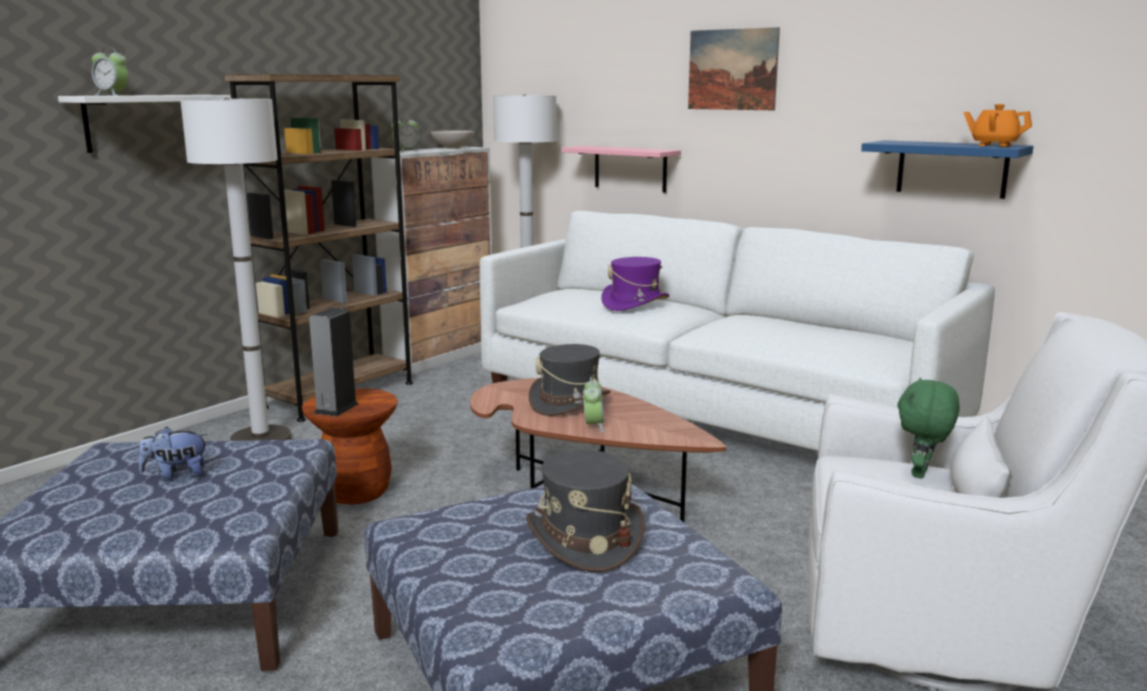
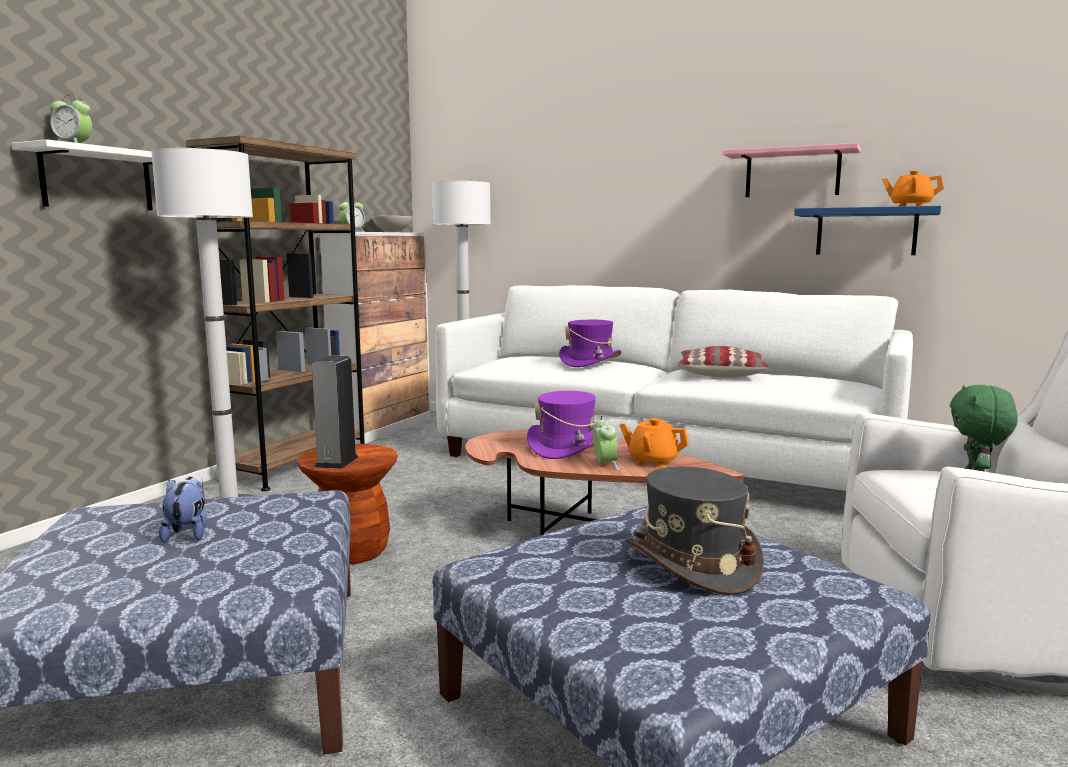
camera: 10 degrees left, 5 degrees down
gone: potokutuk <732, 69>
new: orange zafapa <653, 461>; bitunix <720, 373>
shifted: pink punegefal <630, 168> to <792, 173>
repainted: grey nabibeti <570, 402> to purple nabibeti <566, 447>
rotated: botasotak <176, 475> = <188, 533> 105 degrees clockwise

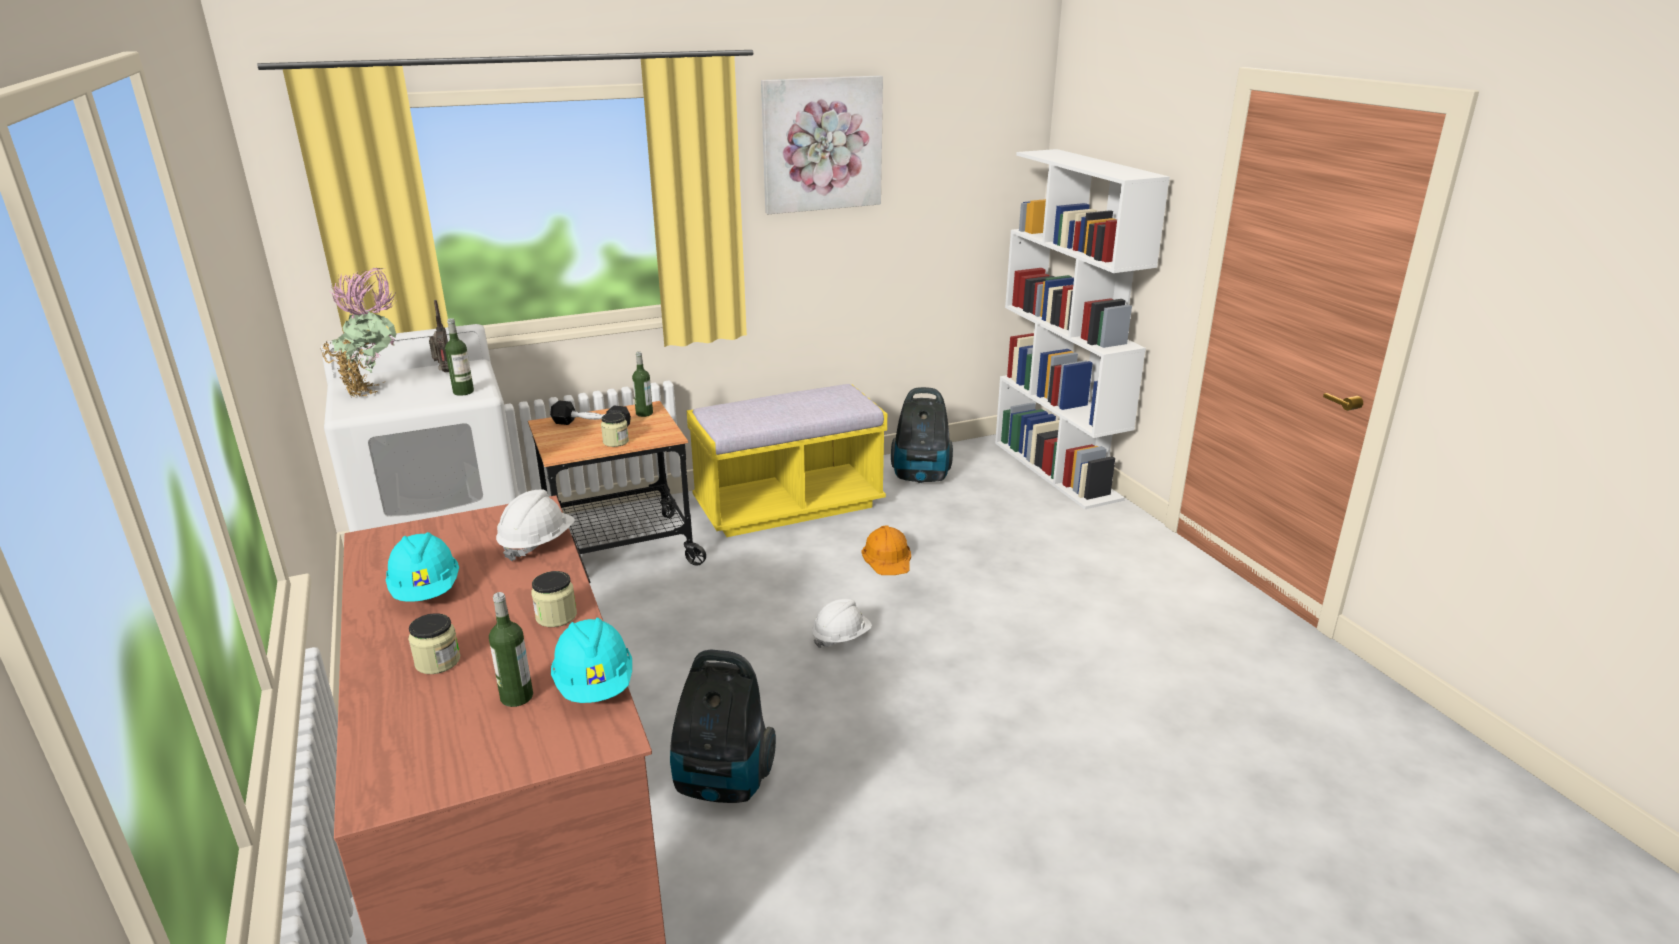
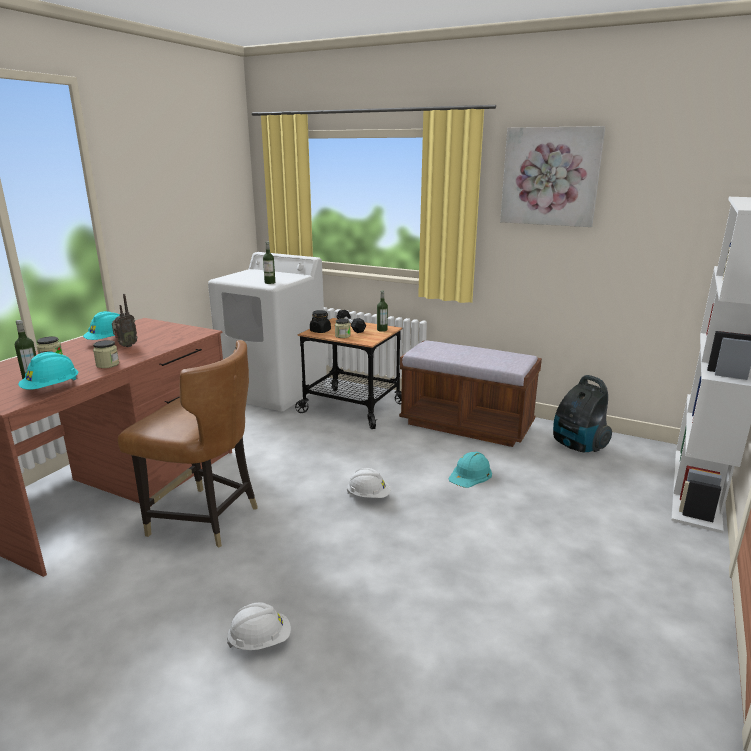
camera: 50 degrees right, 5 degrees down
gone: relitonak <374, 390>
new: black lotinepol <320, 331>
shifted: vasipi <444, 372> to <126, 346>; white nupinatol <537, 543> to <260, 640>
swapped: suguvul <722, 783> to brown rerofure <204, 519>
repainted: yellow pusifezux <788, 506> to brown pusifezux <466, 425>; orange nupinatol <888, 557> to turquoise nupinatol <470, 474>

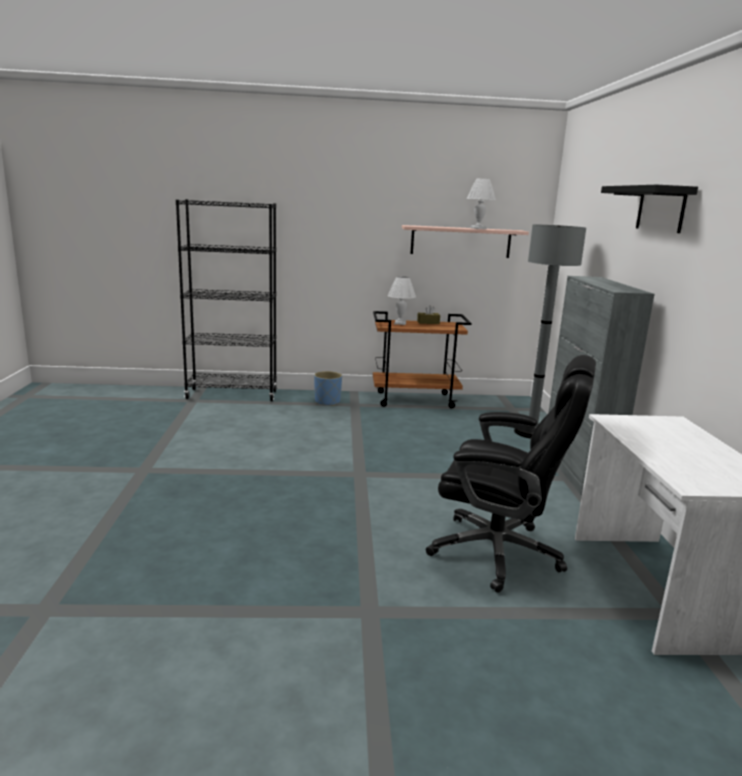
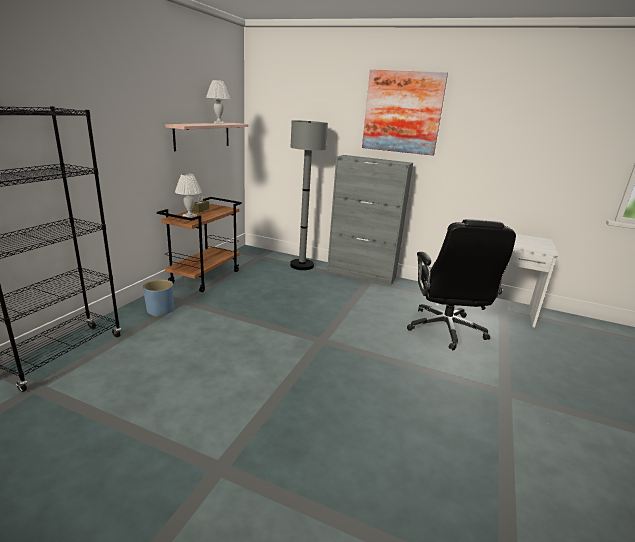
camera: 65 degrees left, 5 degrees up
swapped: black punegefal <661, 209> to potokutuk <402, 112>
rotated: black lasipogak <499, 552> = <446, 329> 135 degrees clockwise

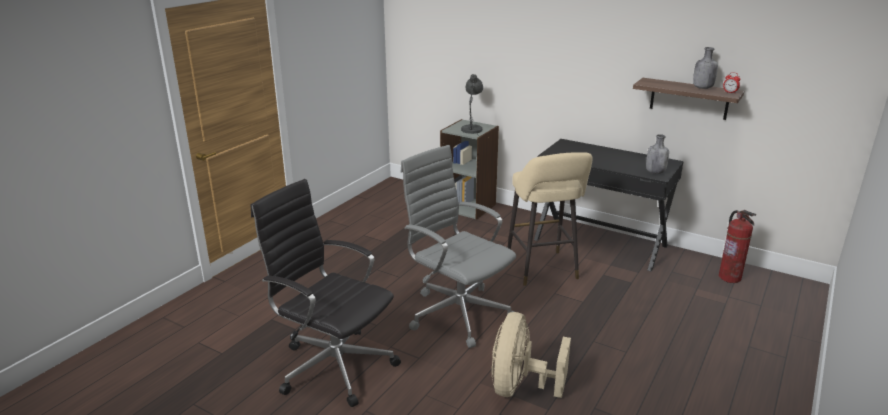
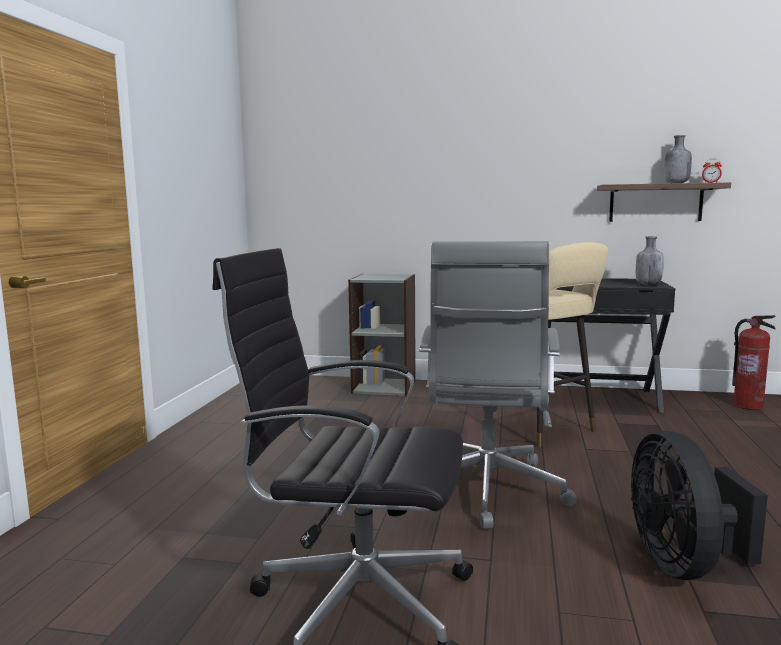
camera: 20 degrees left, 15 degrees down
gone: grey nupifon <472, 129>
repainted: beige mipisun <520, 387> to black mipisun <683, 564>
rotated: grey lasipogak <457, 313> = <486, 491> 105 degrees counterclockwise

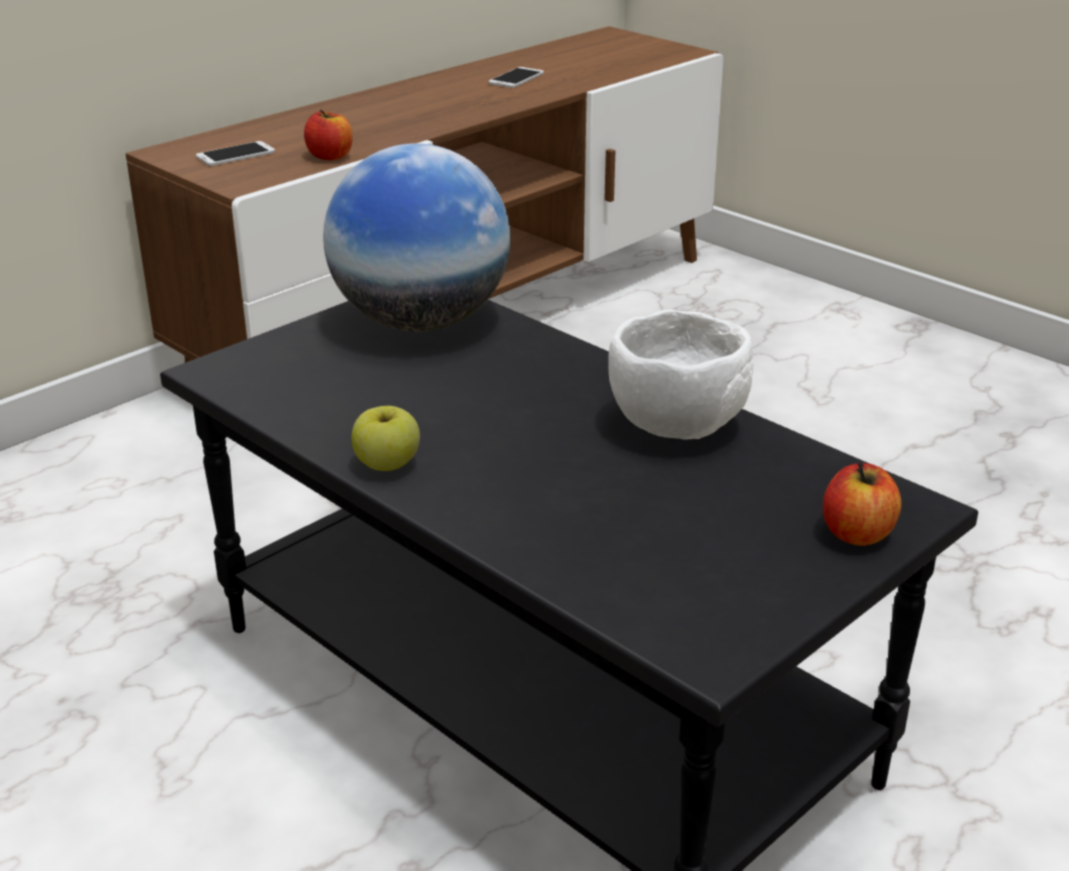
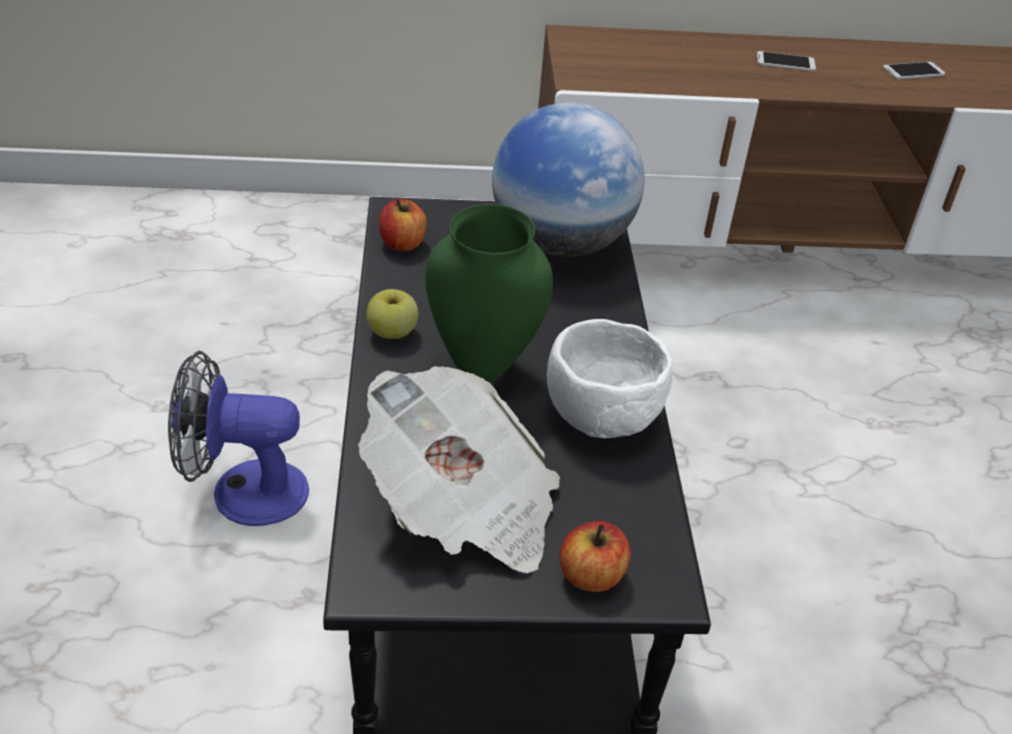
camera: 40 degrees right, 10 degrees up
new: mipisun <243, 491>; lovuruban <463, 506>; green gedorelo <481, 371>
shifted: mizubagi <330, 156> to <402, 243>; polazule <236, 155> to <785, 62>

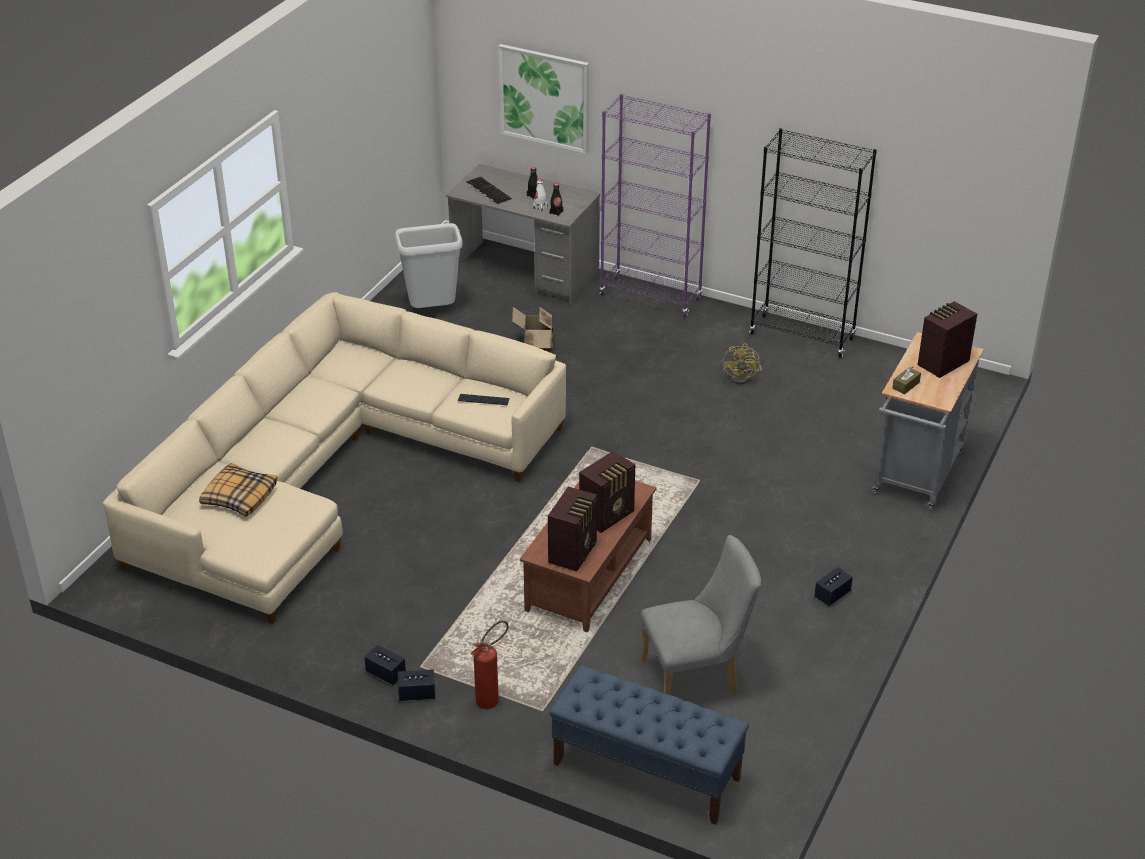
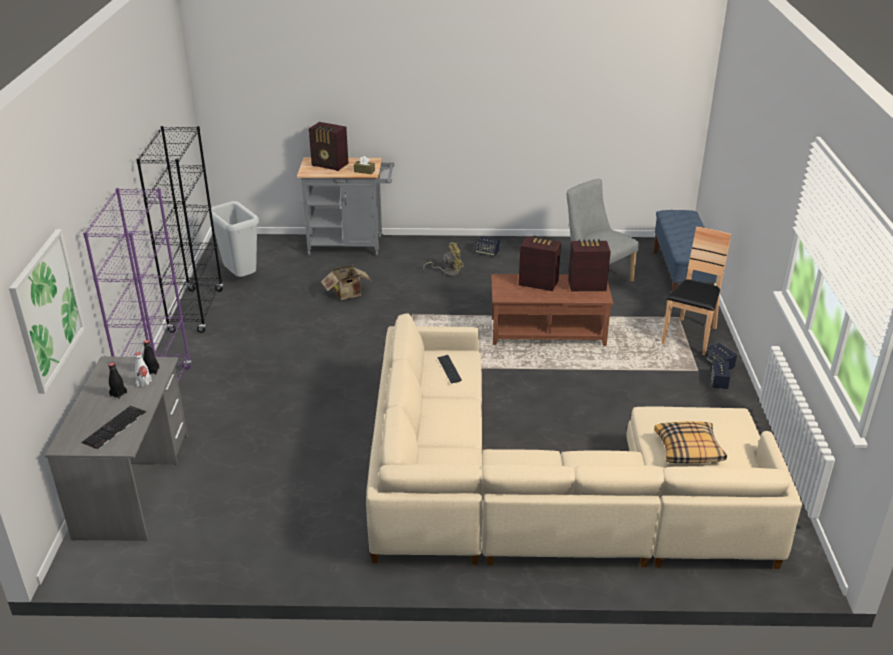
camera: 115 degrees left, 5 degrees down
shifted: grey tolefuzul <433, 311> to <240, 278>; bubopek <535, 346> to <348, 295>; yellow mipisun <743, 377> to <447, 272>
swapped: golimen <492, 698> to brown rerofure <690, 336>

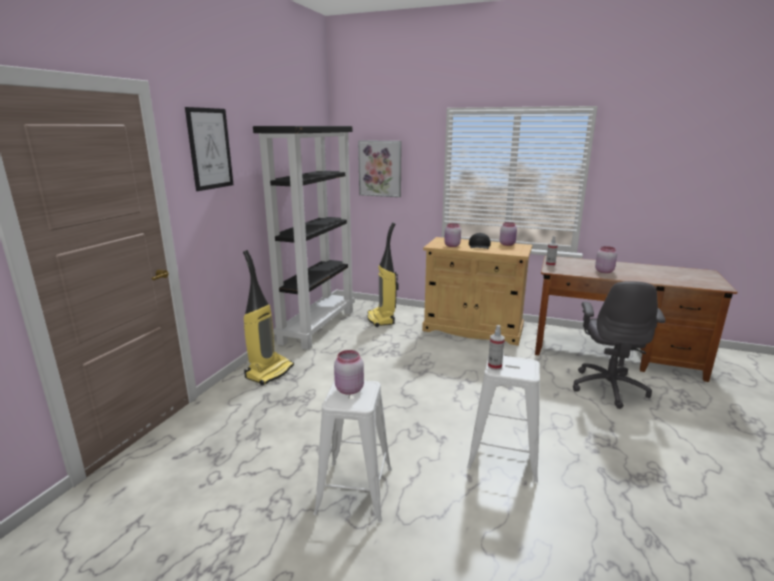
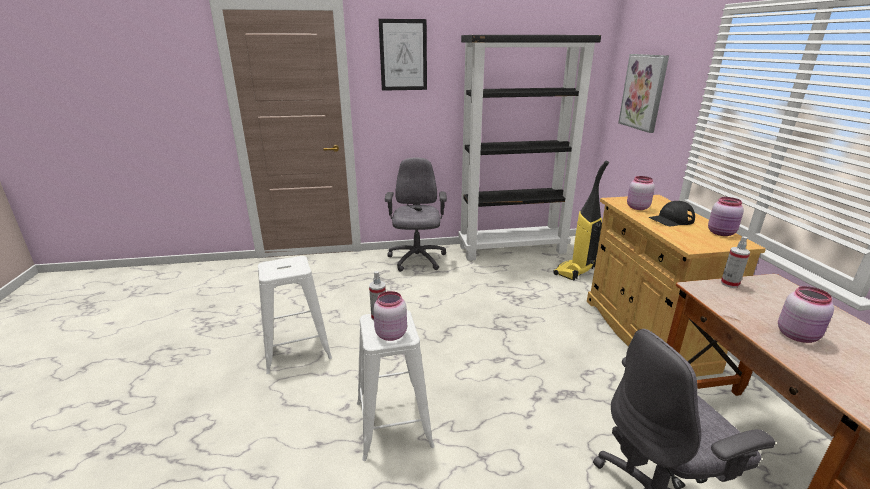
camera: 60 degrees right, 5 degrees up
shifted: pink lotinepol <348, 389> to <390, 334>
swapped: suguvul <269, 372> to grey lasipogak <417, 260>

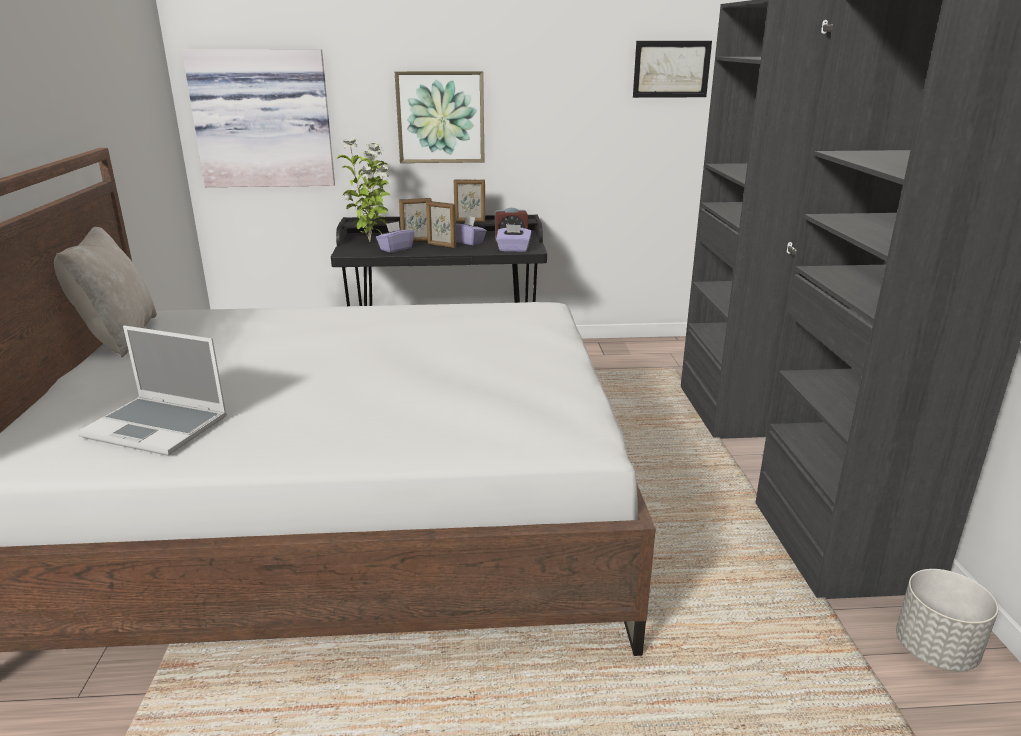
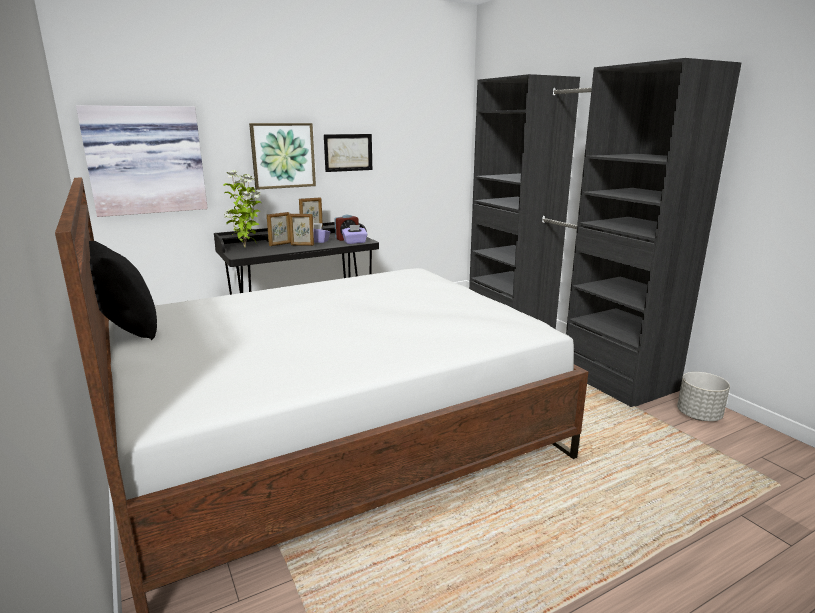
camera: 25 degrees left, 5 degrees down
gone: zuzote <158, 427>; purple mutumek <395, 249>
shifted: potokutuk <671, 69> to <348, 152>
repainted: beige bitunix <119, 337> to black bitunix <126, 329>

